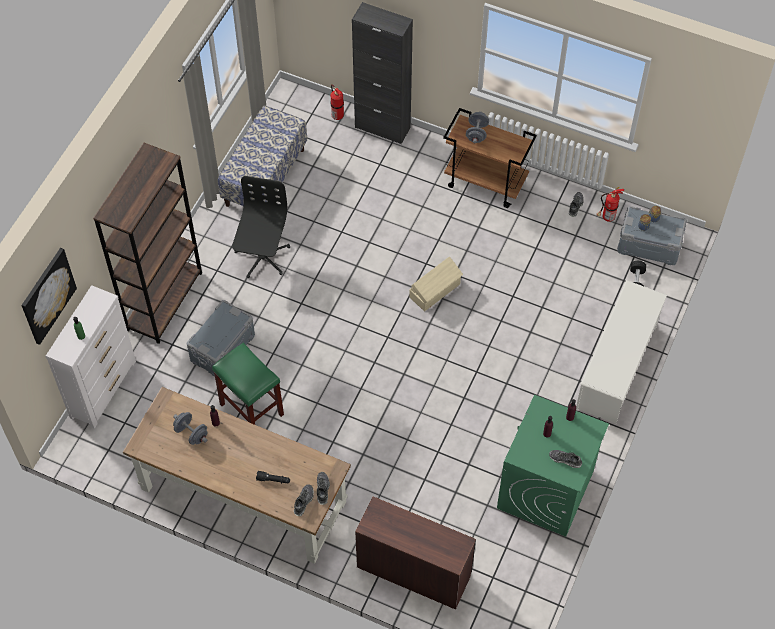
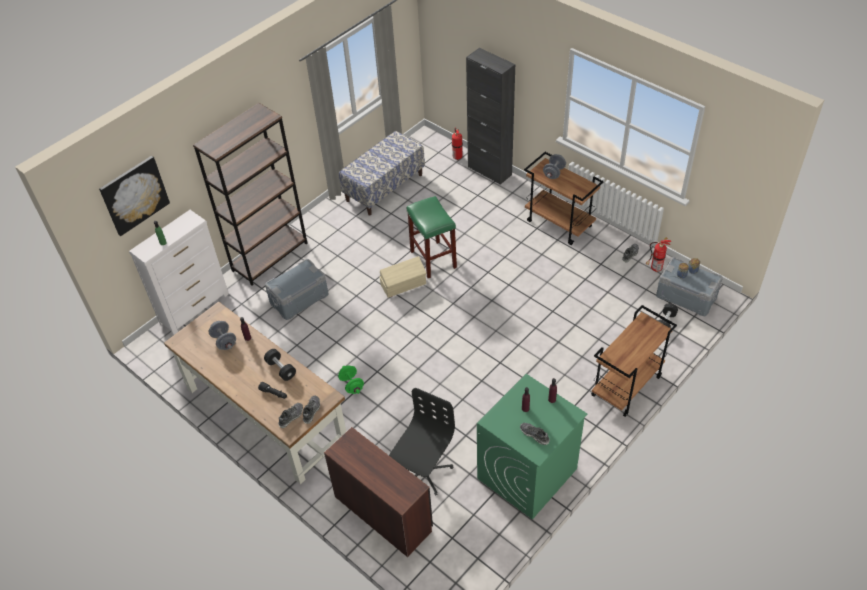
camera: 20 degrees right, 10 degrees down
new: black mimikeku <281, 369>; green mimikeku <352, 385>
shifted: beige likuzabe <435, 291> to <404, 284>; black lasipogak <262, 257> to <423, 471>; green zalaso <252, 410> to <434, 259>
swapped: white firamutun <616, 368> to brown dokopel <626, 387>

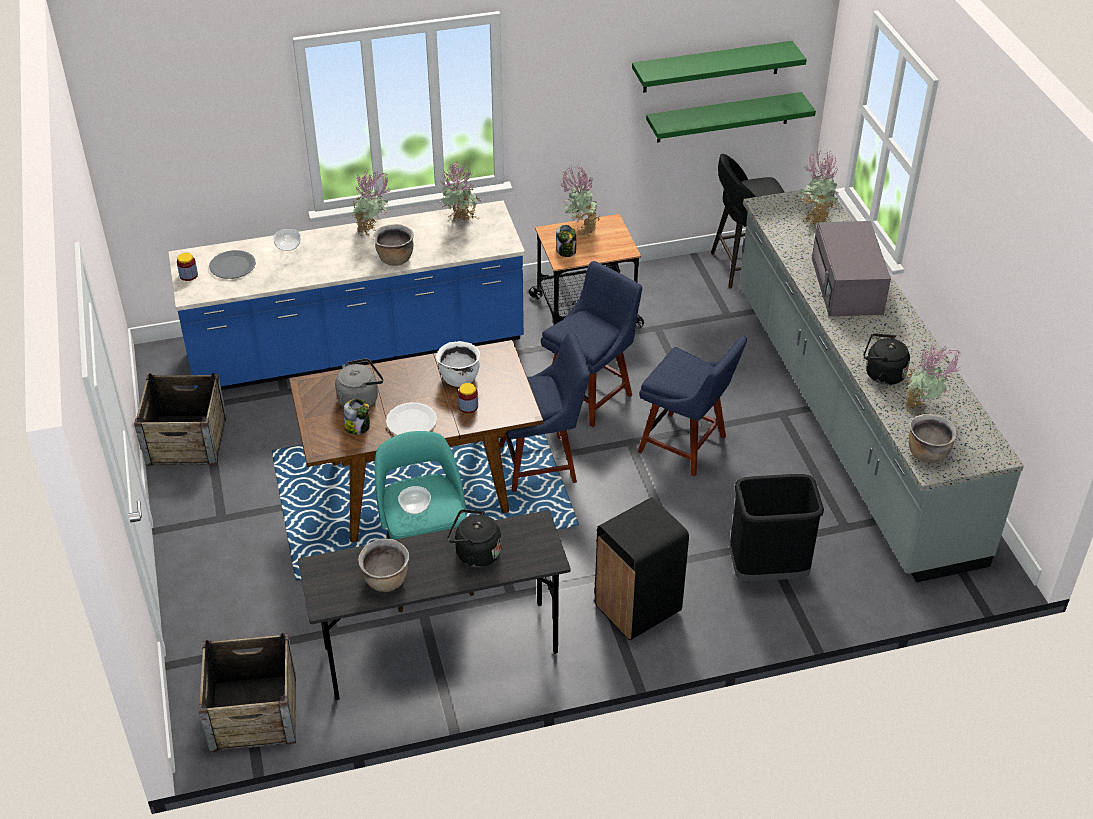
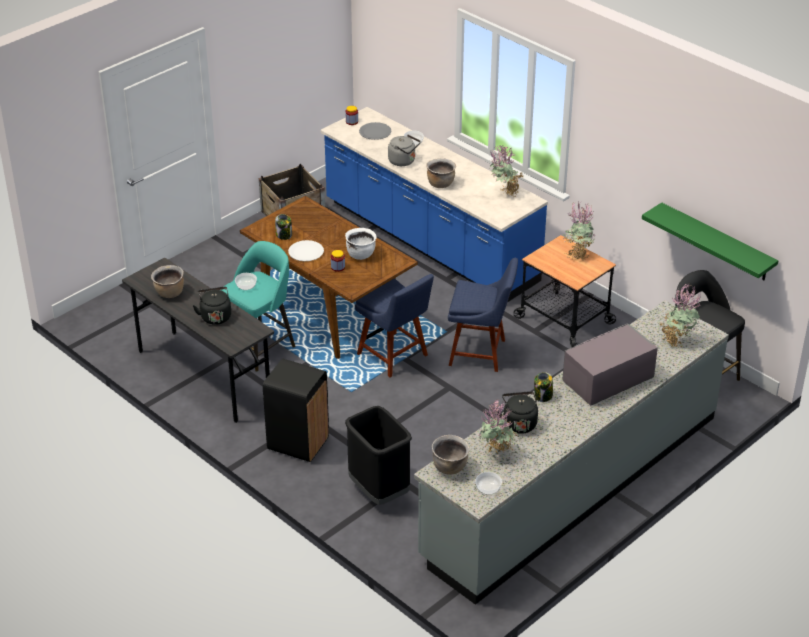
camera: 60 degrees right, 5 degrees down
gone: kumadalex <253, 712>; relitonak <373, 232>; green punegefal <711, 67>; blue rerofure <686, 446>
new: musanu <488, 488>
shifted: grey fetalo <360, 399> to <403, 161>; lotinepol <566, 251> to <543, 396>

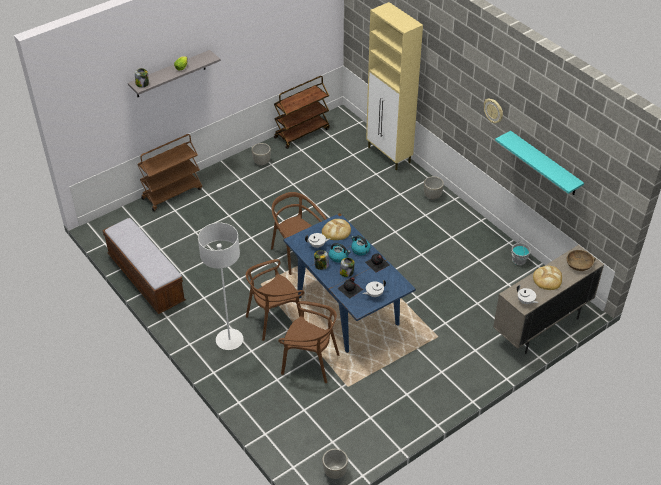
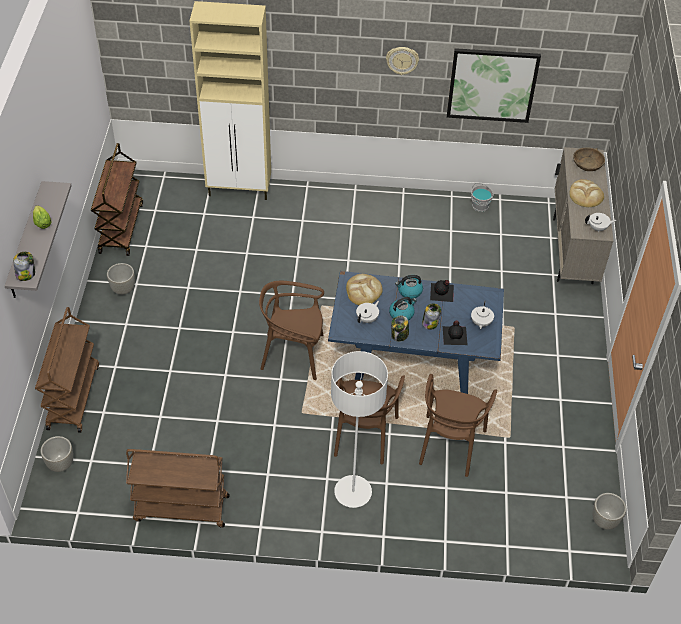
camera: 50 degrees left, 5 degrees up
shifted: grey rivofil <432, 196> to <60, 464>
swapped: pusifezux <146, 279> to brown dokopel <181, 508>; turquoise punegefal <544, 164> to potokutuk <492, 85>
rotated: brown rerofure <310, 362> = <450, 445> 135 degrees clockwise

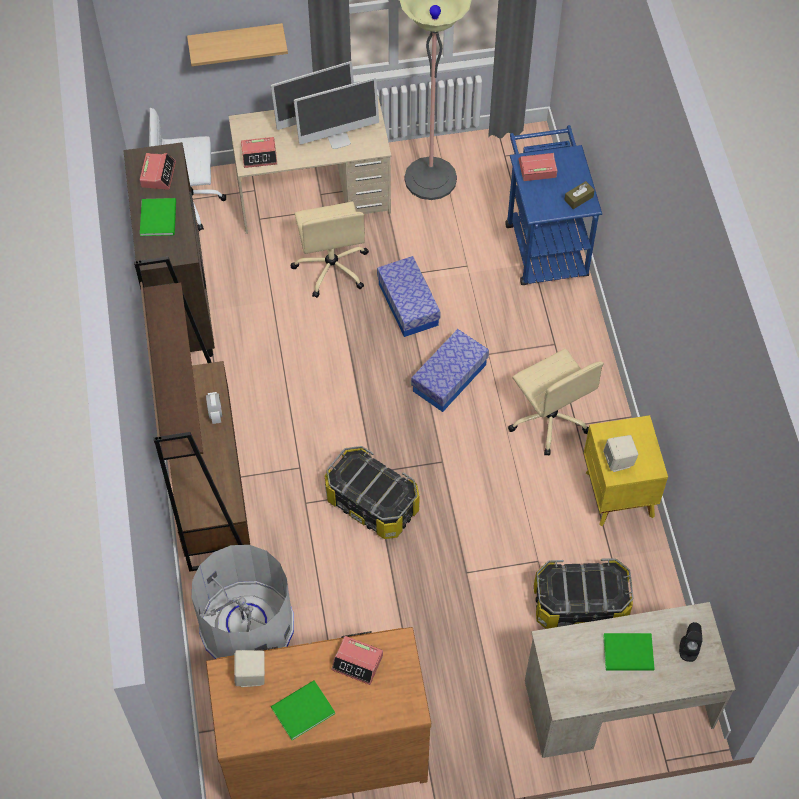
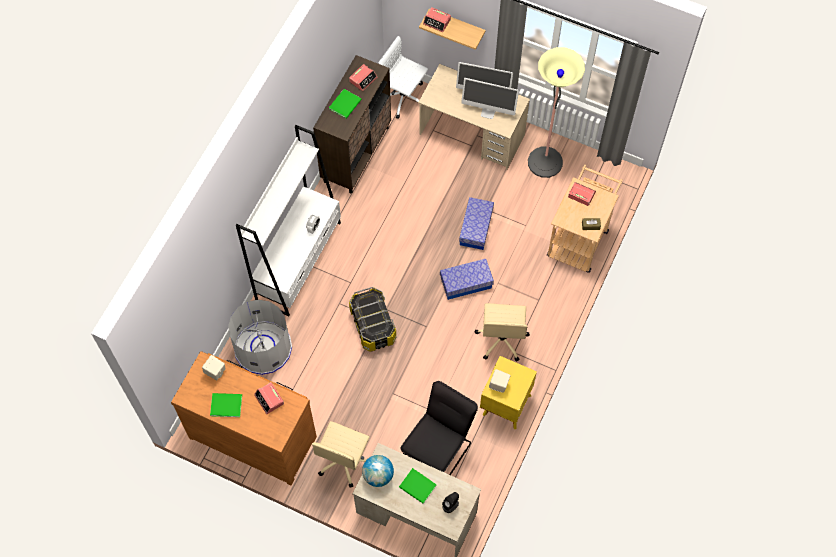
camera: 35 degrees right, 5 degrees up
new: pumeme <378, 475>
shifted: beige lasipogak <332, 267> to <344, 460>; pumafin <259, 156> to <437, 22>
swapped: likuzabe <580, 604> to black rerofure <438, 448>
repainted: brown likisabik <209, 483> to white likisabik <299, 261>; blue dokopel <544, 242> to beige dokopel <579, 238>

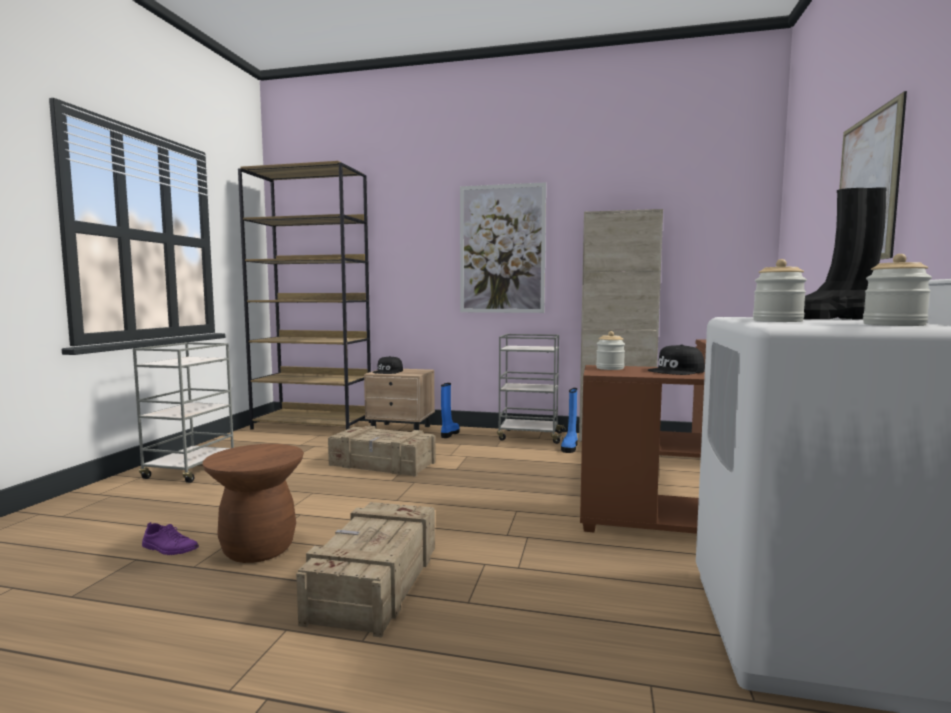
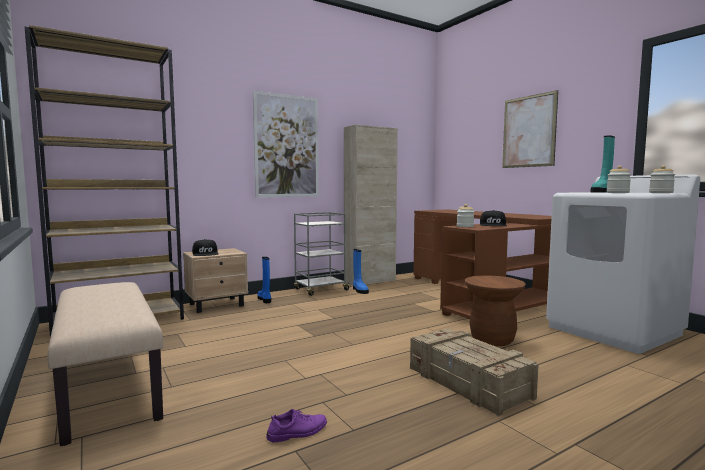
camera: 45 degrees left, 0 degrees up
gone: kumadalex <382, 464>
shifted: brown zalaso <258, 549> to <492, 339>
swapped: grey dokopel <191, 470> to beige pusifezux <107, 386>
repainted: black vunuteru <828, 318> to turquoise vunuteru <602, 192>

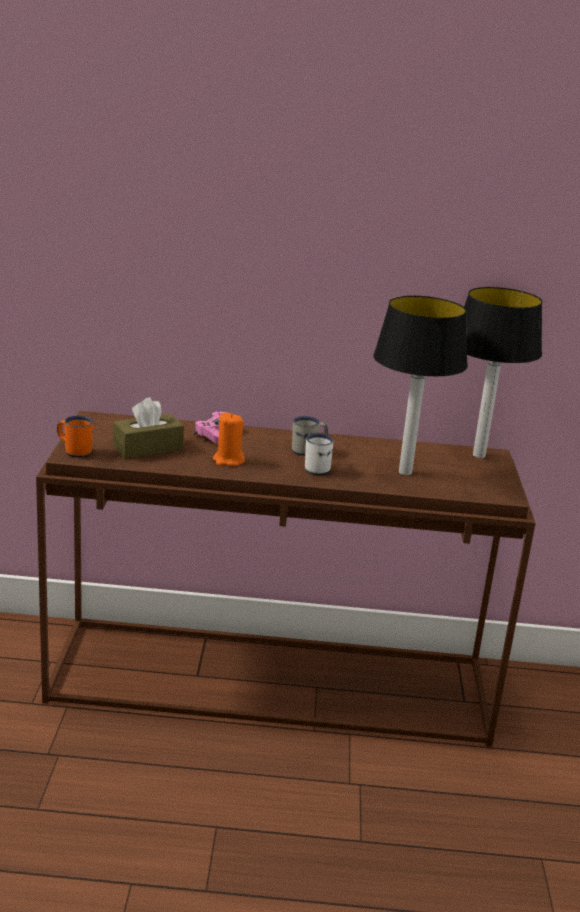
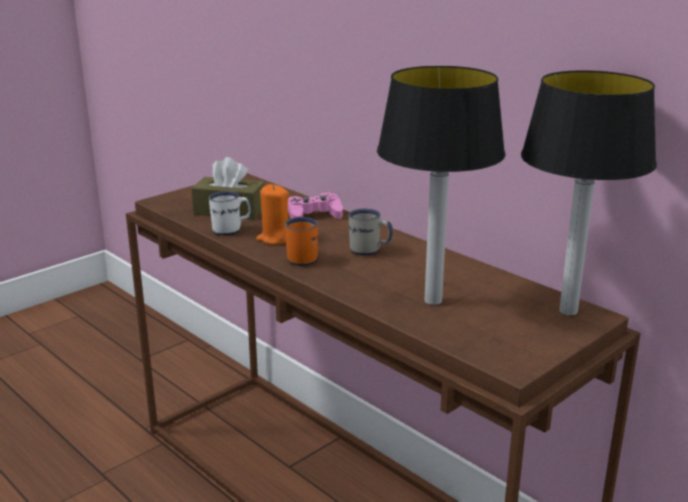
camera: 45 degrees right, 0 degrees up
shifted: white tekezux <319, 468> to <232, 230>; orange tekezux <74, 451> to <301, 257>

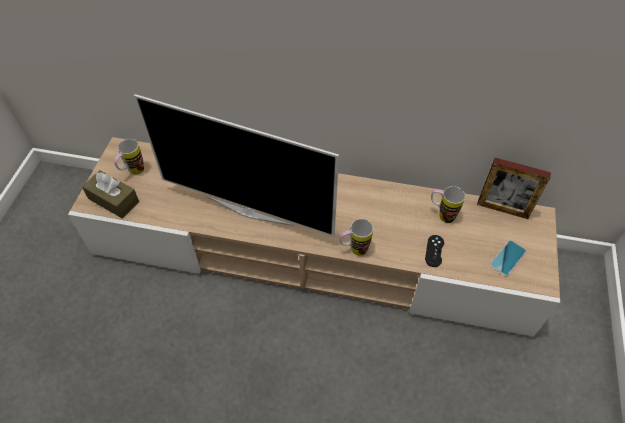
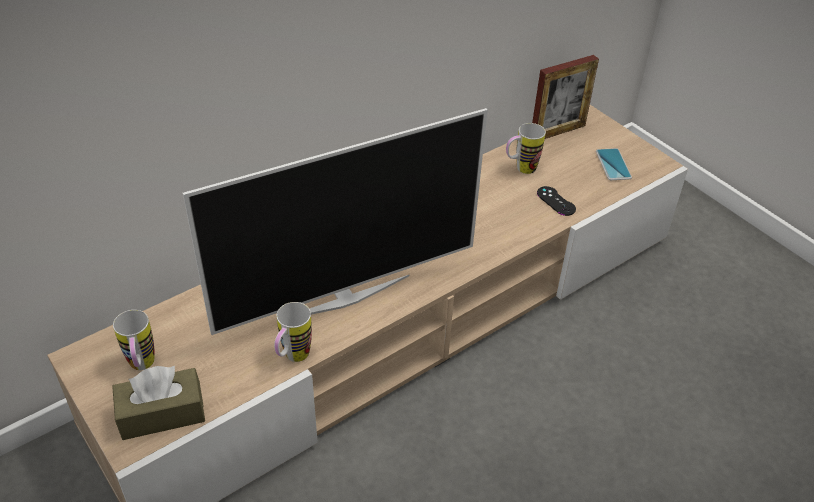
camera: 50 degrees left, 10 degrees down
shifted: tekezux <354, 250> to <292, 358>

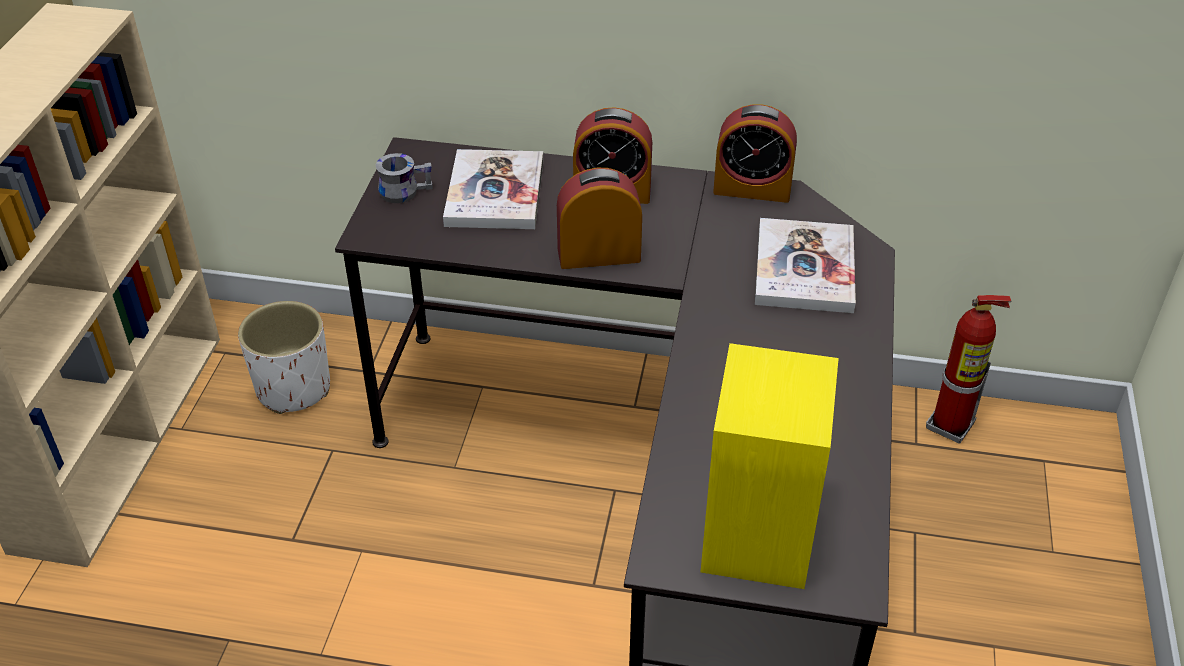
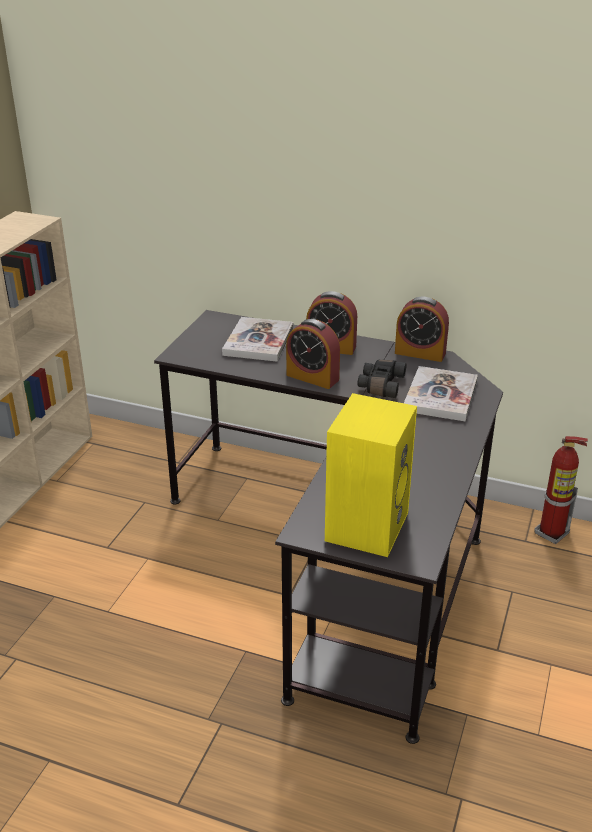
camera: 10 degrees right, 10 degrees down
gone: white rivofil <294, 388>; grey tekezux <404, 190>
new: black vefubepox <380, 385>
rotated: pumafin <599, 254> = <312, 377> 150 degrees counterclockwise

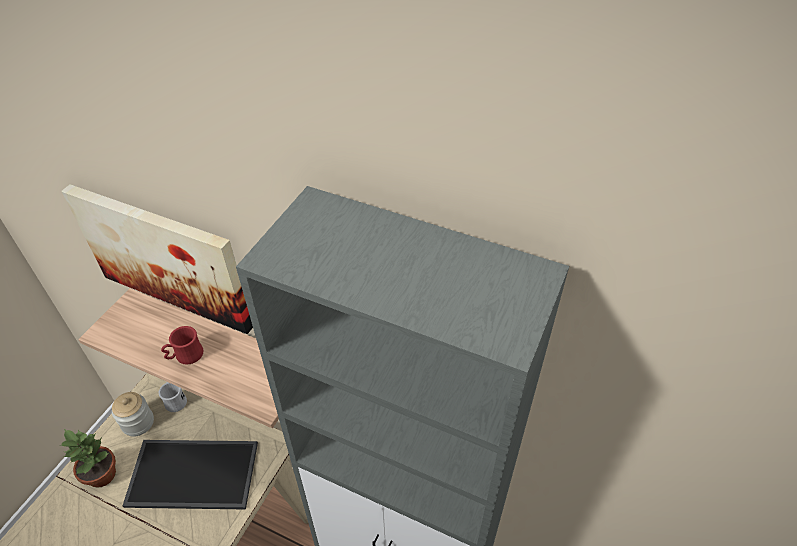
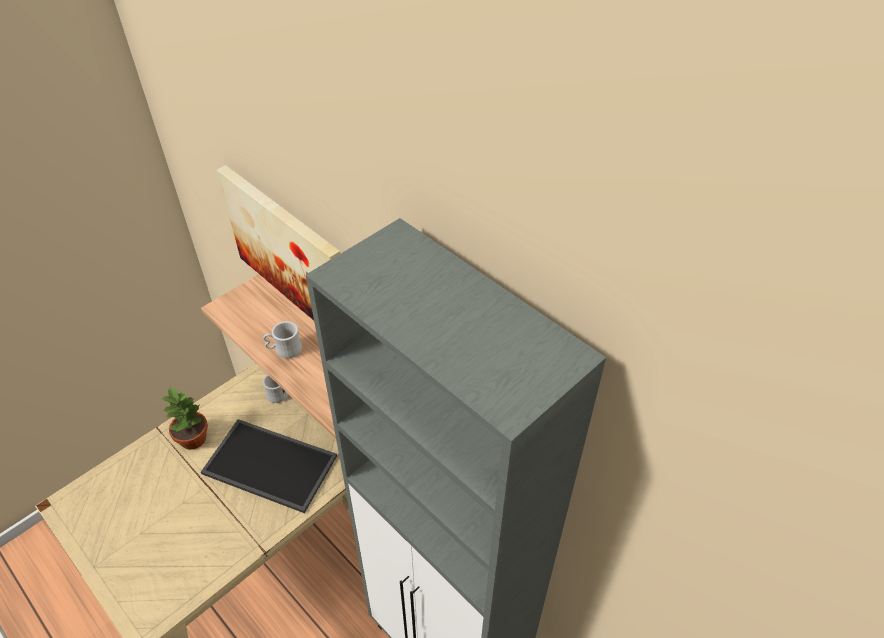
camera: 20 degrees right, 0 degrees up
gone: lotinepol <138, 422>
repainted: red tekezux <185, 356> to white tekezux <284, 350>

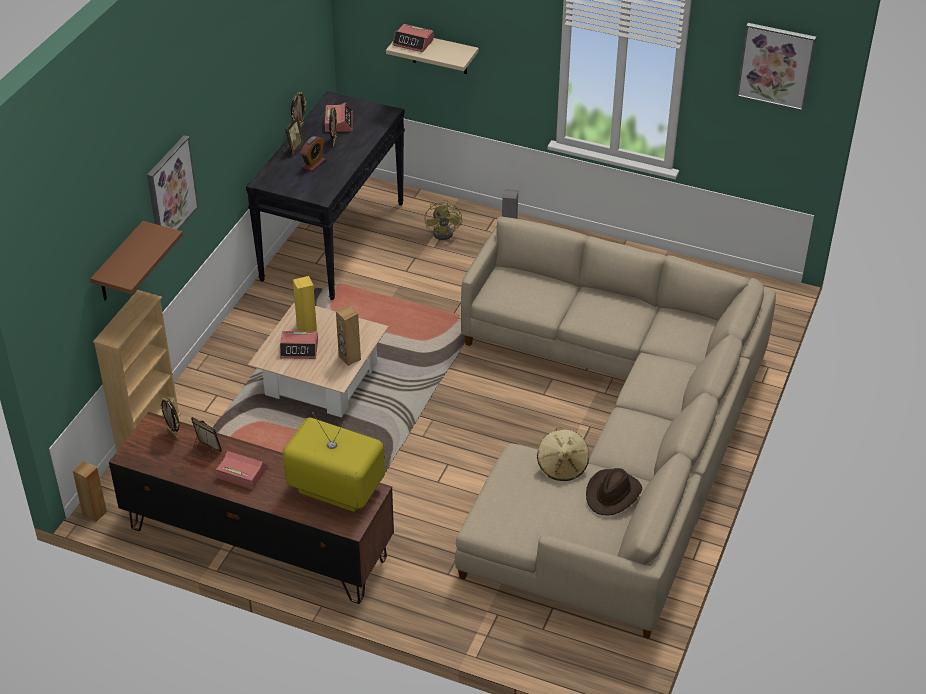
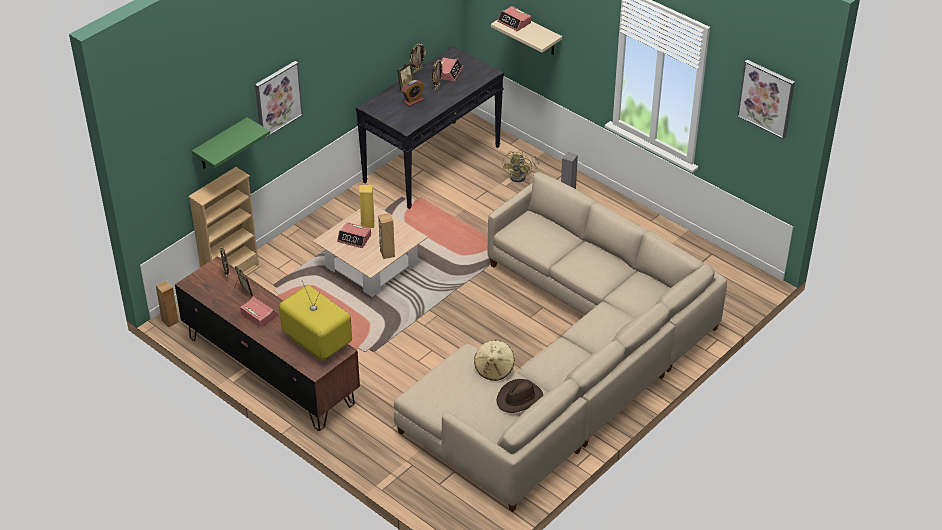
camera: 20 degrees right, 0 degrees up
repainted: brown punegefal <119, 264> to green punegefal <221, 145>

